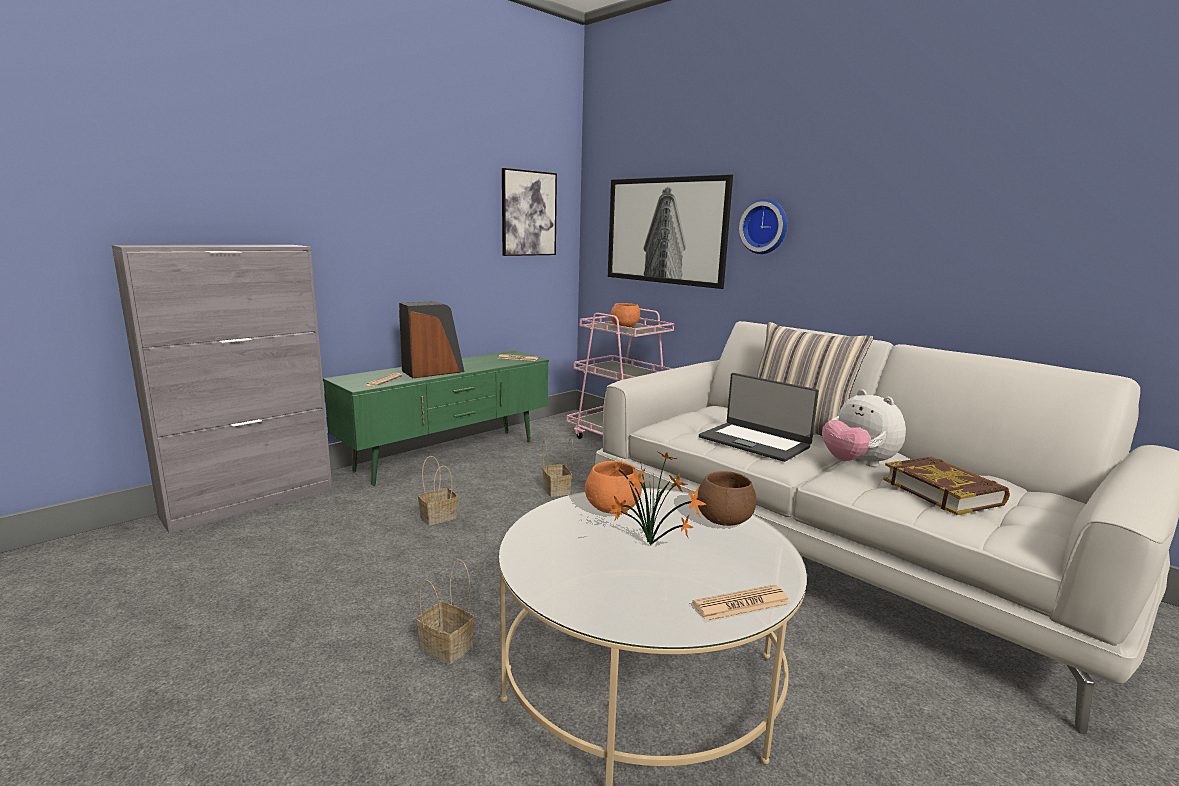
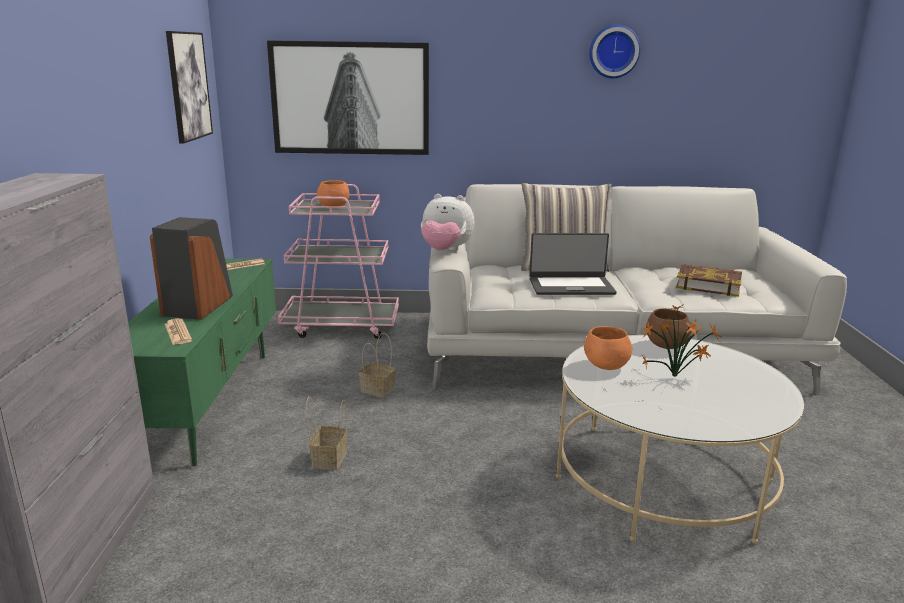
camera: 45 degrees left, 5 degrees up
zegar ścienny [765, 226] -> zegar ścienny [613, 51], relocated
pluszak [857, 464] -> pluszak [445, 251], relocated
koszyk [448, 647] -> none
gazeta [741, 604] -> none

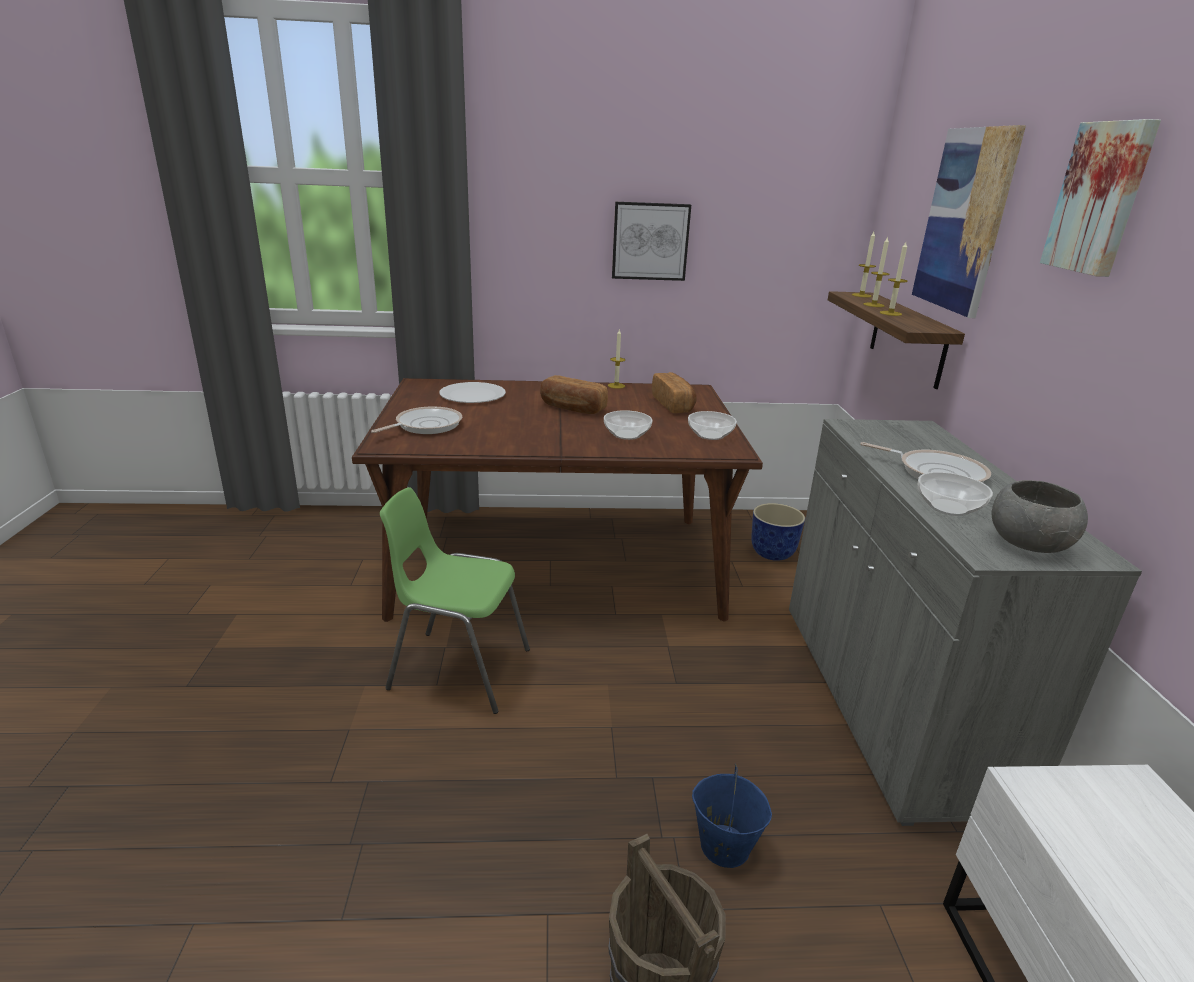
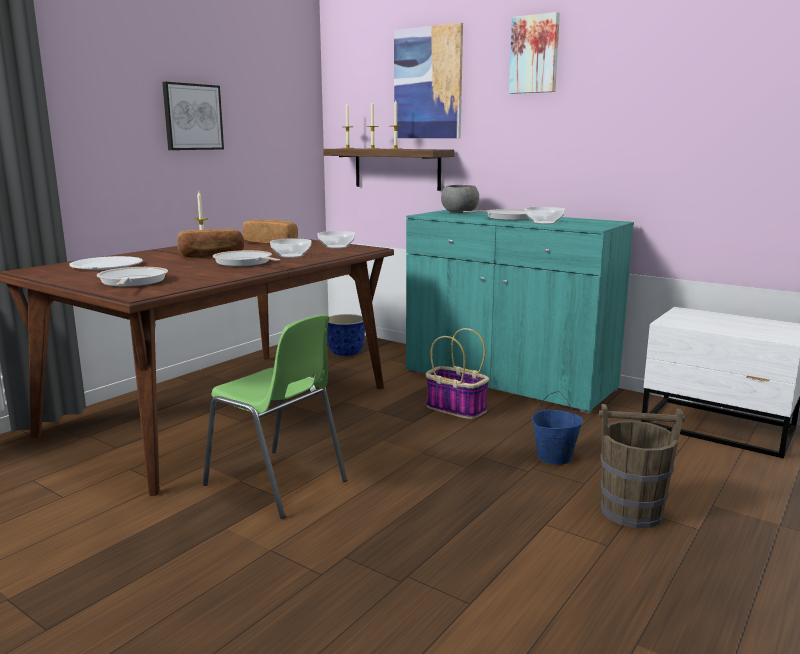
camera: 50 degrees left, 10 degrees down
szafka [szary] [888, 700] -> szafka [turkusowy] [508, 381]
miska [szary] [1028, 543] -> miska [szary] [459, 212], relocated
krzesło [zielony] [458, 669] -> krzesło [zielony] [277, 483], 105 degrees counterclockwise
none -> patelnia [244, 262]
none -> koszyk [455, 408]

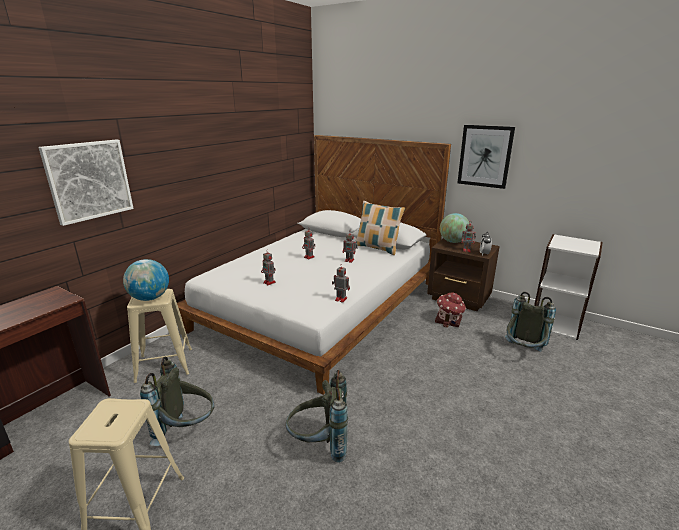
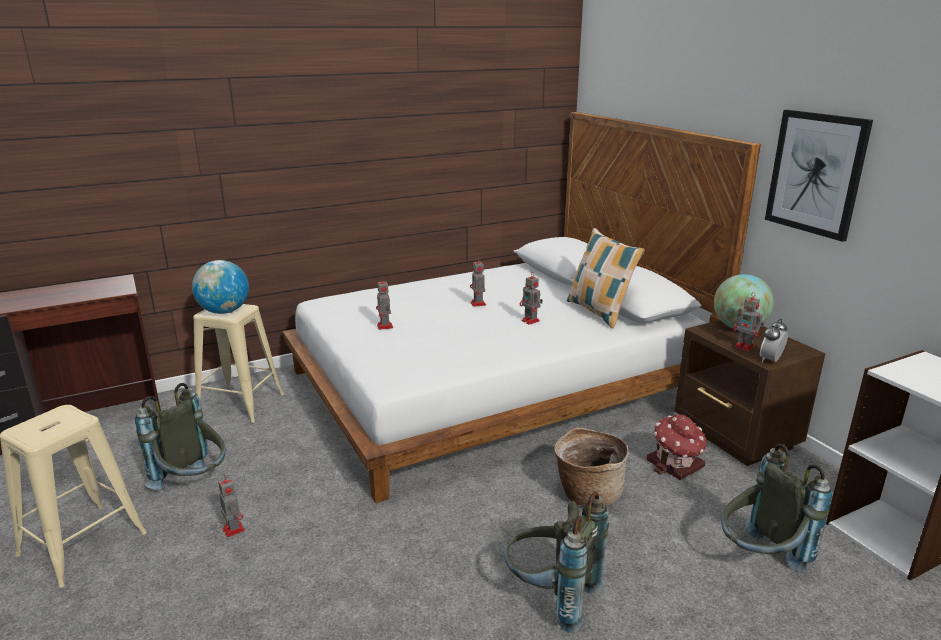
camera: 30 degrees right, 0 degrees up
obraz [89, 180] -> none
robot zabawkowy [340, 299] -> robot zabawkowy [233, 529], relocated
plecak [szary] [319, 445] -> plecak [szary] [551, 597], relocated
none -> koszyk [587, 492]

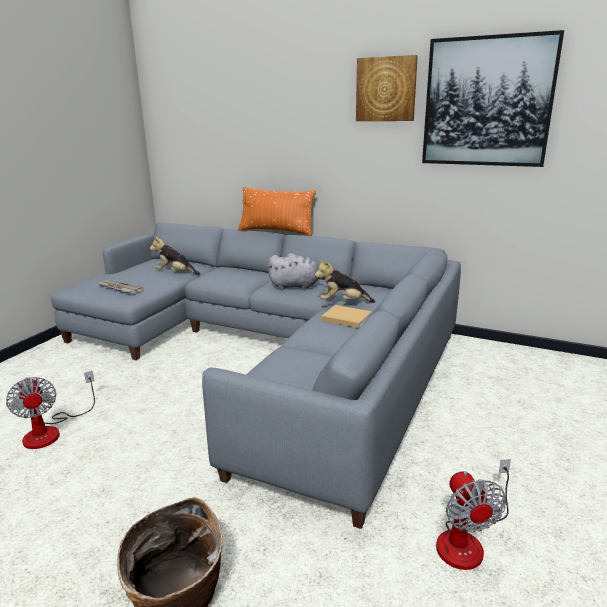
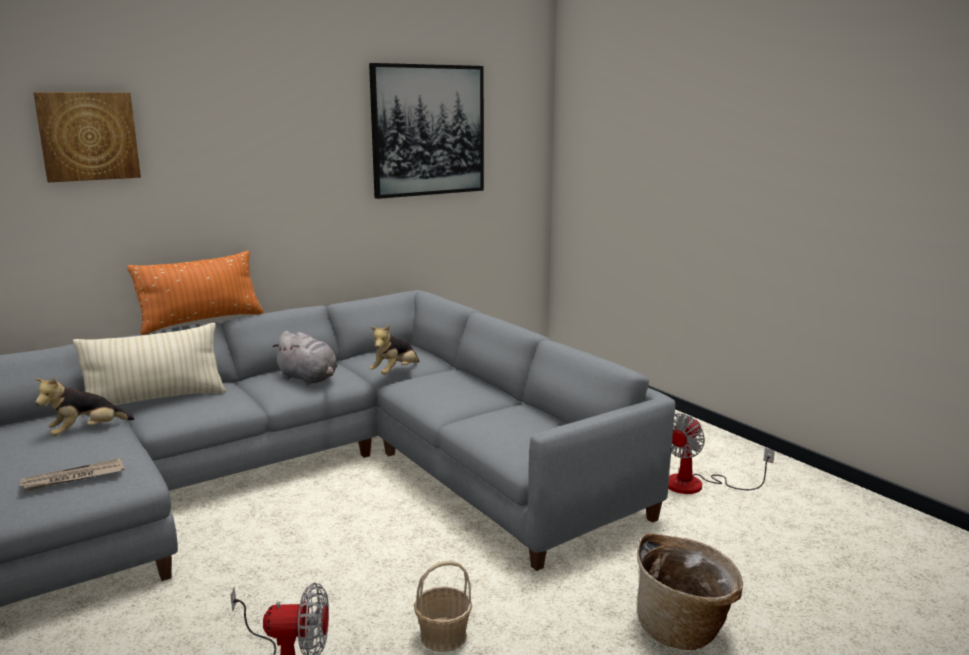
camera: 60 degrees left, 5 degrees down
obraz [386, 89] -> obraz [88, 136], relocated
pluszak [szary] [296, 286] -> pluszak [szary] [309, 379], 90 degrees clockwise
książka [beżowy] [345, 317] -> none
wentylator [468, 539] -> wentylator [697, 485], 105 degrees clockwise
none -> poduszka [beżowy] [156, 400]
none -> koszyk [443, 636]

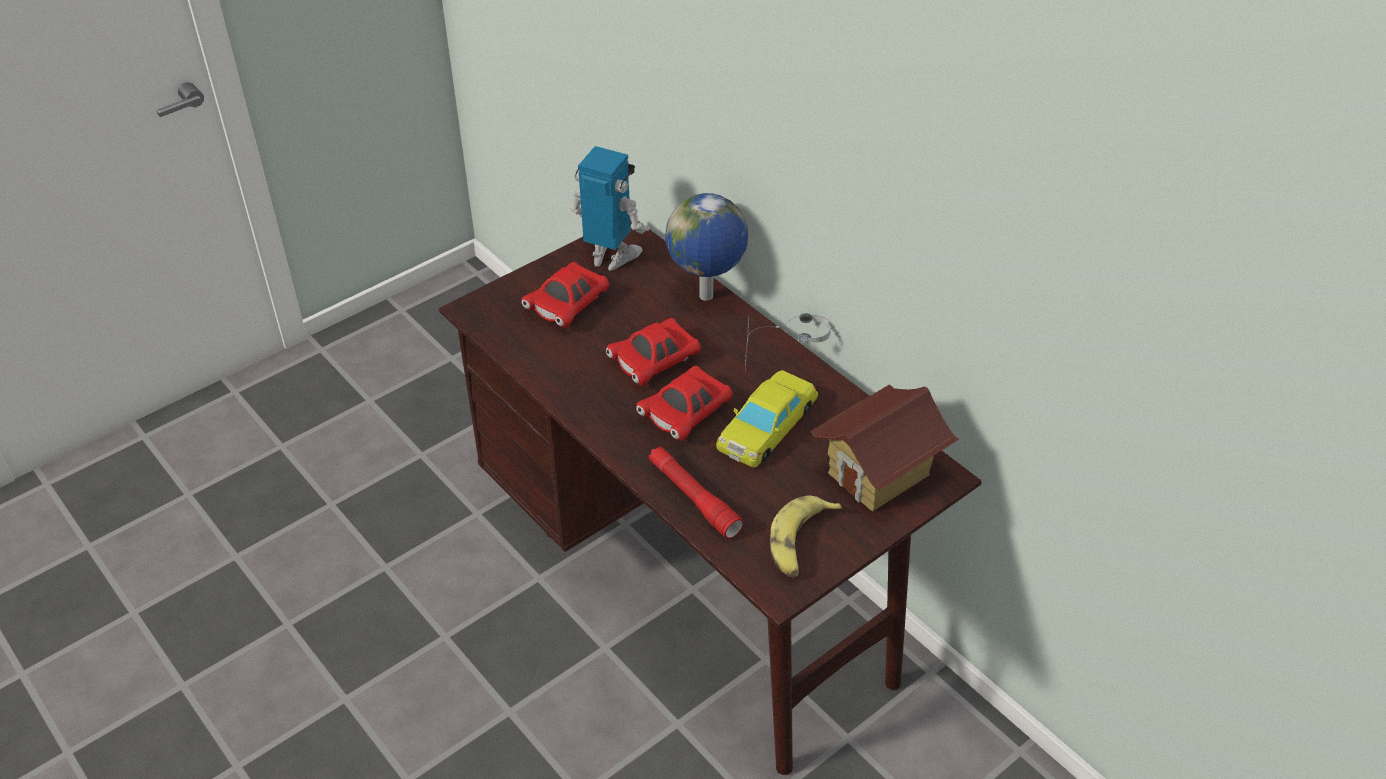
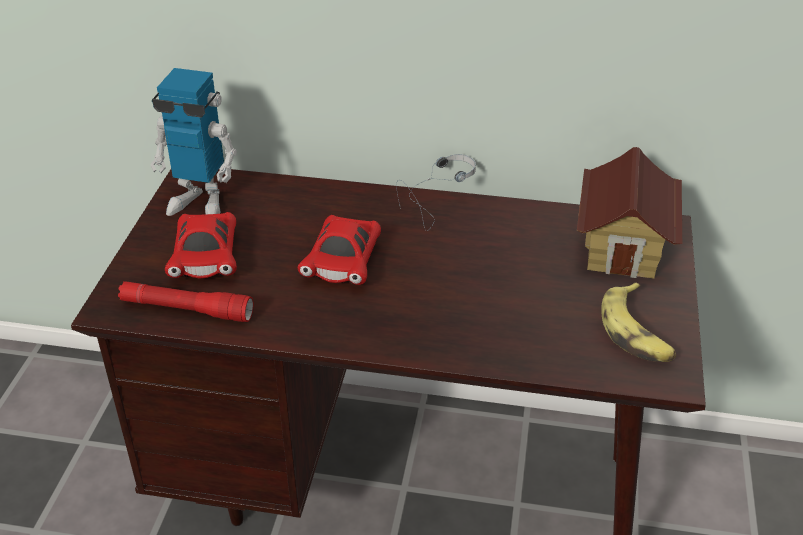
camera: 40 degrees left, 5 degrees down
robot zabawkowy [611, 257] -> robot zabawkowy [200, 202], 150 degrees counterclockwise
globus [707, 297] -> none
samochodzik [czerwony] [685, 414] -> none
samochodzik [żółty] [766, 425] -> none
latarka [czerwony] [693, 498] -> latarka [czerwony] [186, 309], relocated

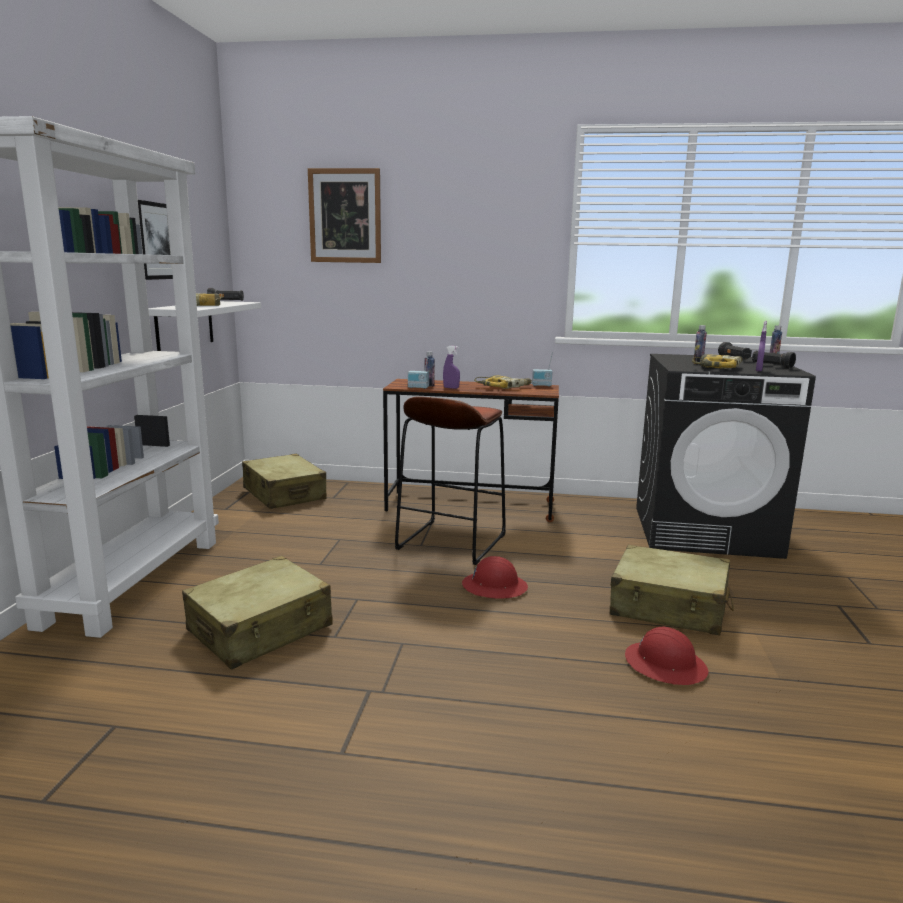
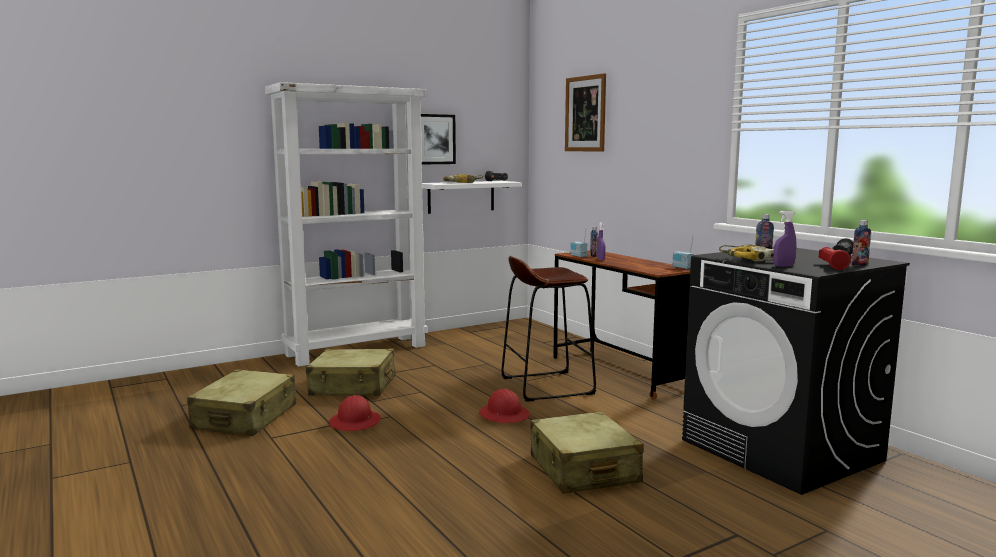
camera: 50 degrees right, 5 degrees down
latarka [czarny] [771, 366] -> latarka [czerwony] [832, 266]
wiertarka [503, 387] -> none
walizka [beżowy] [284, 494] -> walizka [beżowy] [245, 417], relocated
kask [czerwony] [665, 665] -> kask [czerwony] [355, 422], relocated

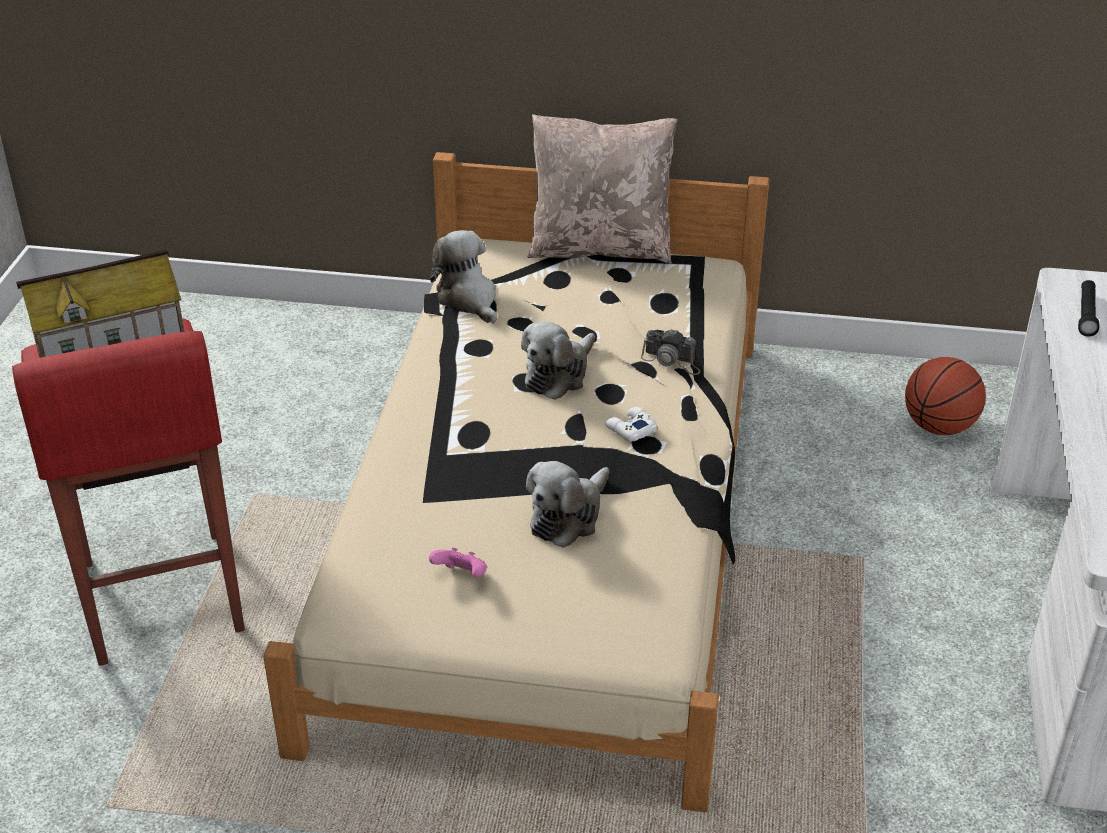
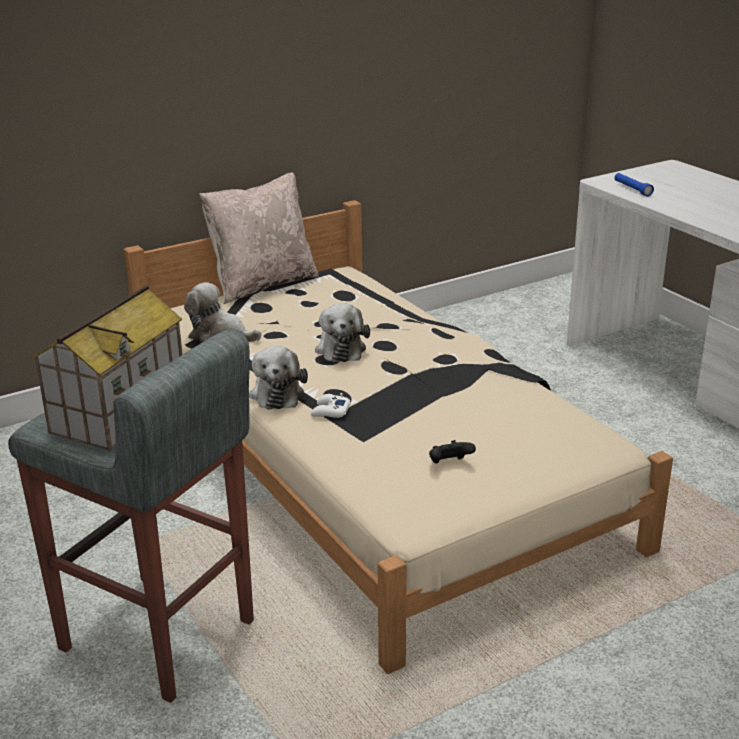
camera: 40 degrees left, 10 degrees down
latarka [czarny] [1086, 314] -> latarka [niebieski] [632, 189]
stołek [czerwony] [159, 598] -> stołek [szary] [158, 637]
aparat fotograficzny [672, 361] -> none
piłka do koszykówki [939, 426] -> none
pad do gier [biały] [630, 429] -> pad do gier [biały] [330, 411], relocated
pluszak [568, 516] -> pluszak [277, 393], relocated
pad do gier [różowy] [461, 576] -> pad do gier [czarny] [449, 464]

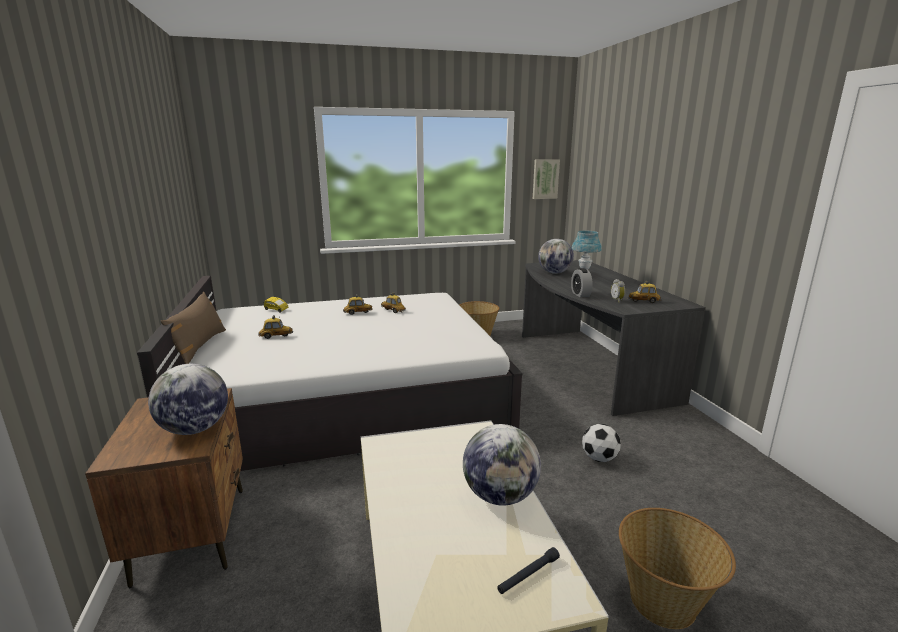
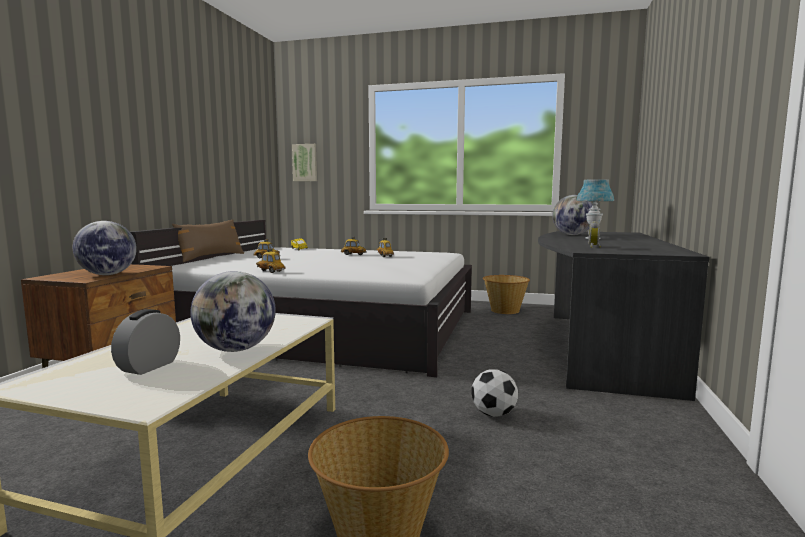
camera: 30 degrees right, 10 degrees down
obraz [545, 179] -> obraz [305, 162], relocated
budzik [580, 294] -> budzik [149, 366], relocated
samochodzik [643, 301] -> samochodzik [270, 271], relocated
latarka [czarny] [528, 575] -> none

